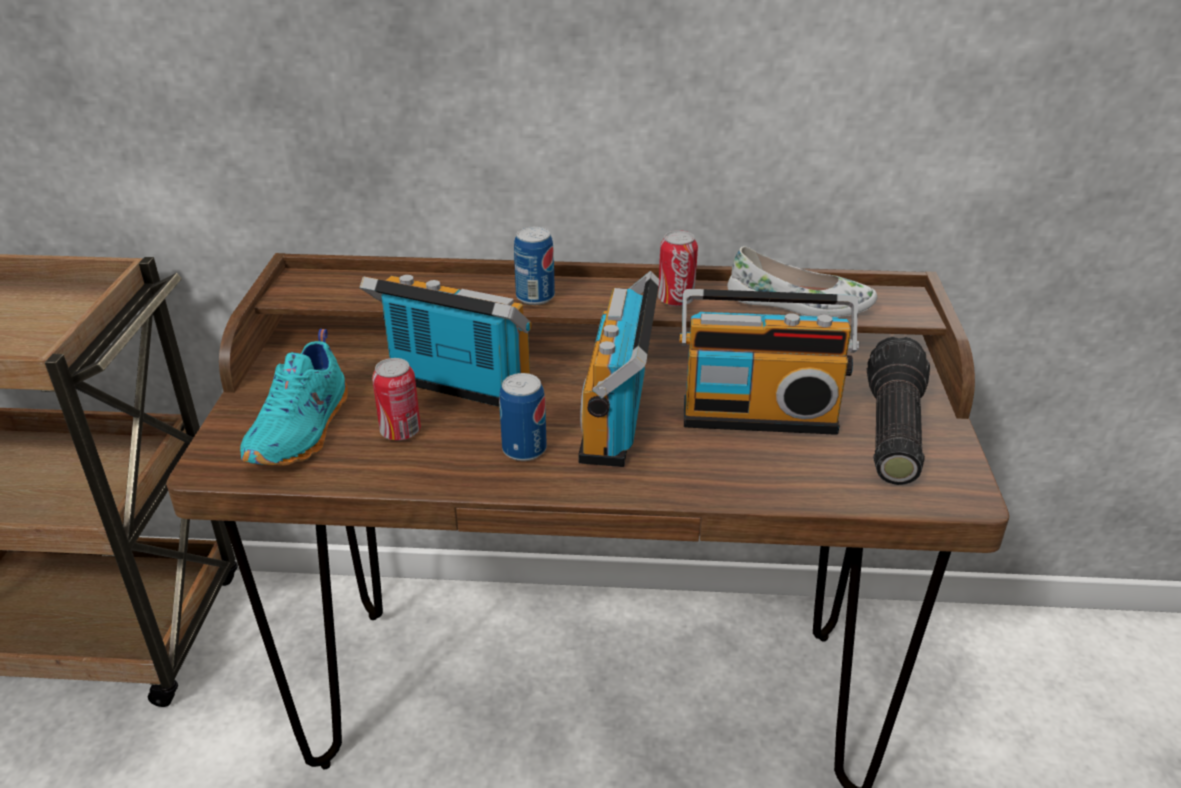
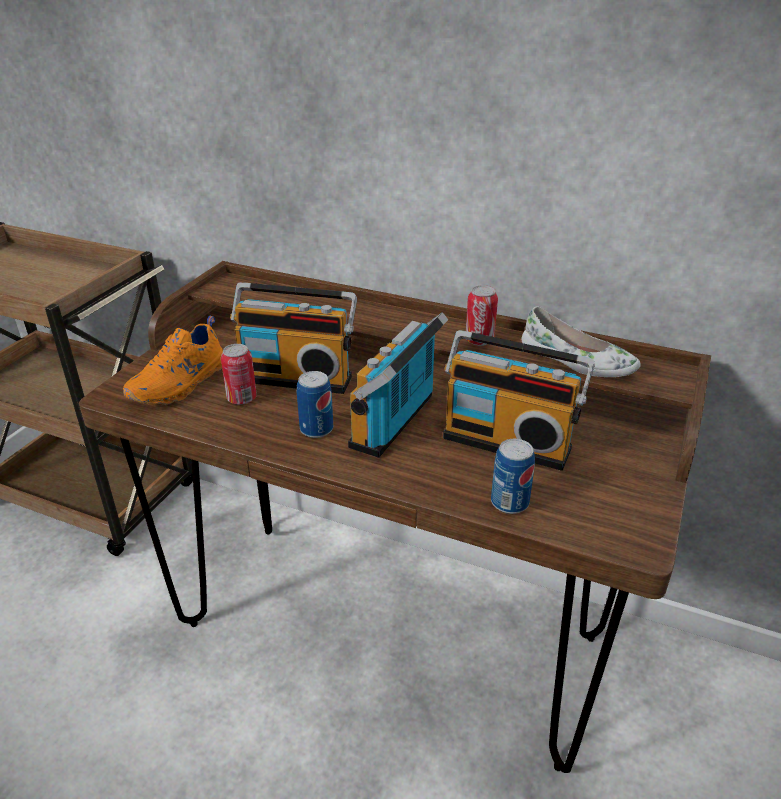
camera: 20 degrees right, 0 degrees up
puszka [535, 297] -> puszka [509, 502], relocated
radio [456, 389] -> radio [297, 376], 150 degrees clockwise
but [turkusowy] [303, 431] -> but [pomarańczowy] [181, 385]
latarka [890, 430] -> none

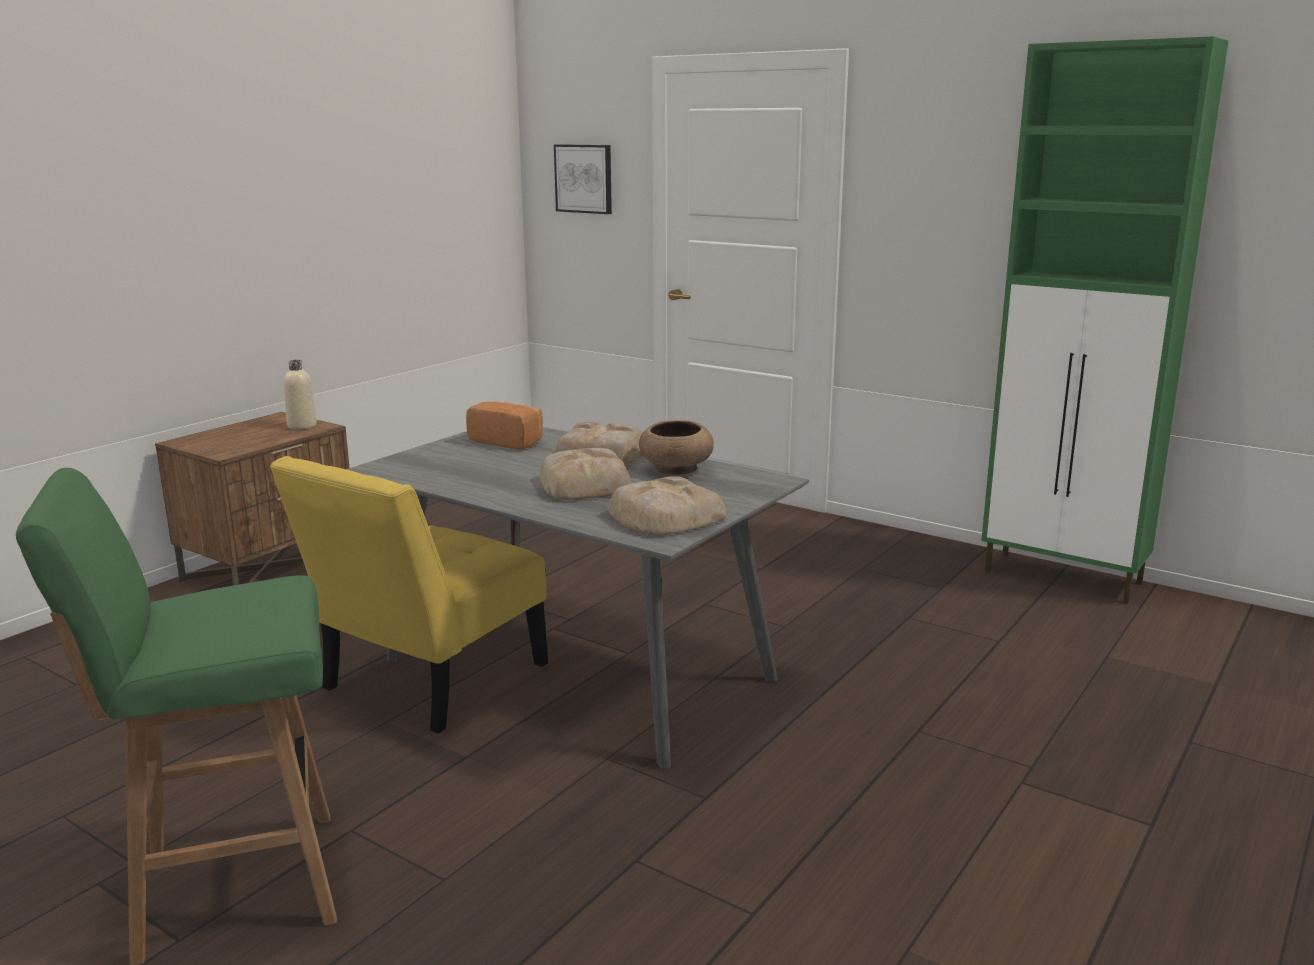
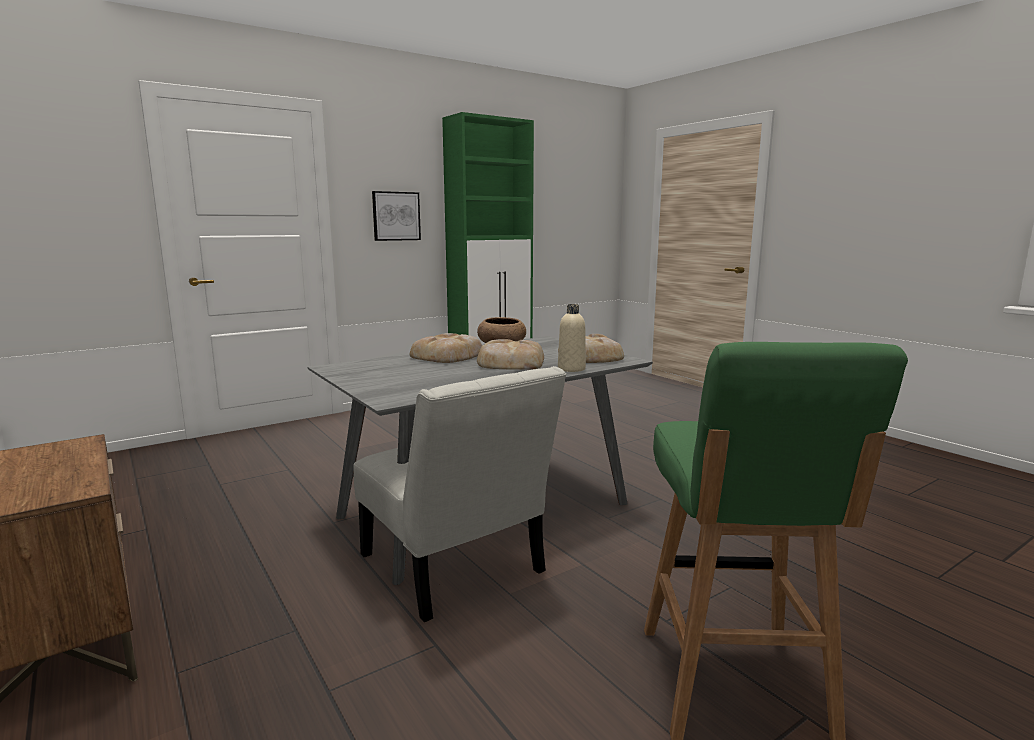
camera: 70 degrees left, 5 degrees down
obraz [584, 178] -> obraz [396, 216], relocated
butelka [beżowy] [302, 426] -> butelka [beżowy] [571, 369], relocated
chleb [508, 441] -> none
krzesło [żółty] [427, 682] -> krzesło [biały] [456, 569]

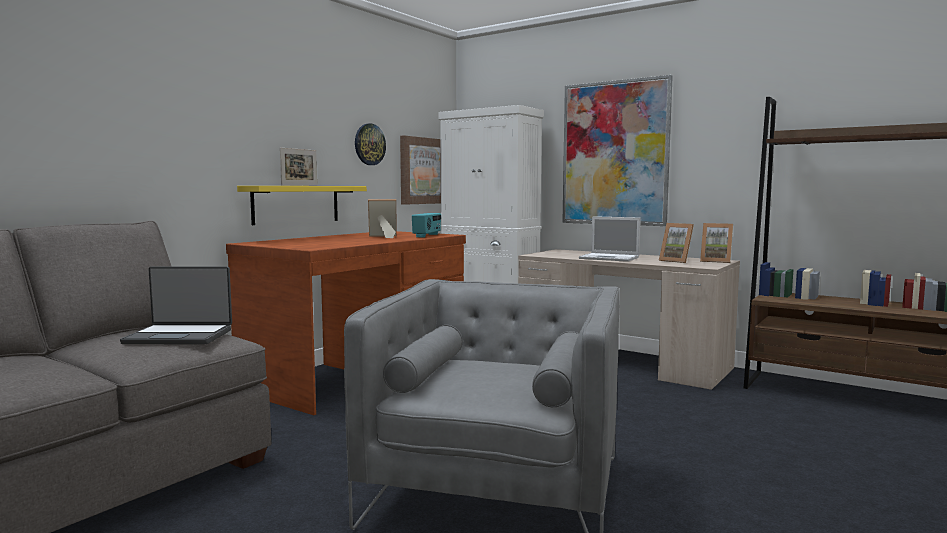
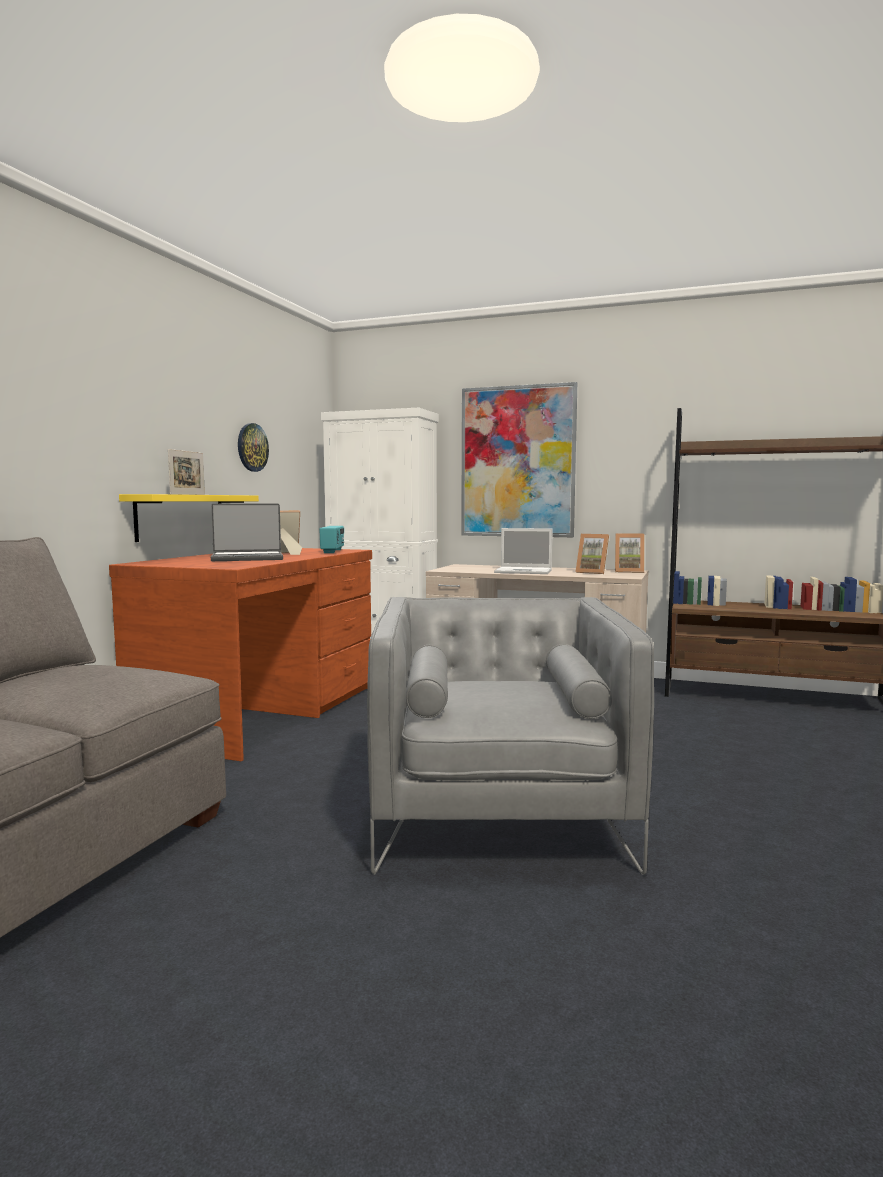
camera: 15 degrees left, 0 degrees up
obraz [422, 171] -> none
laptop [180, 336] -> laptop [247, 558], relocated

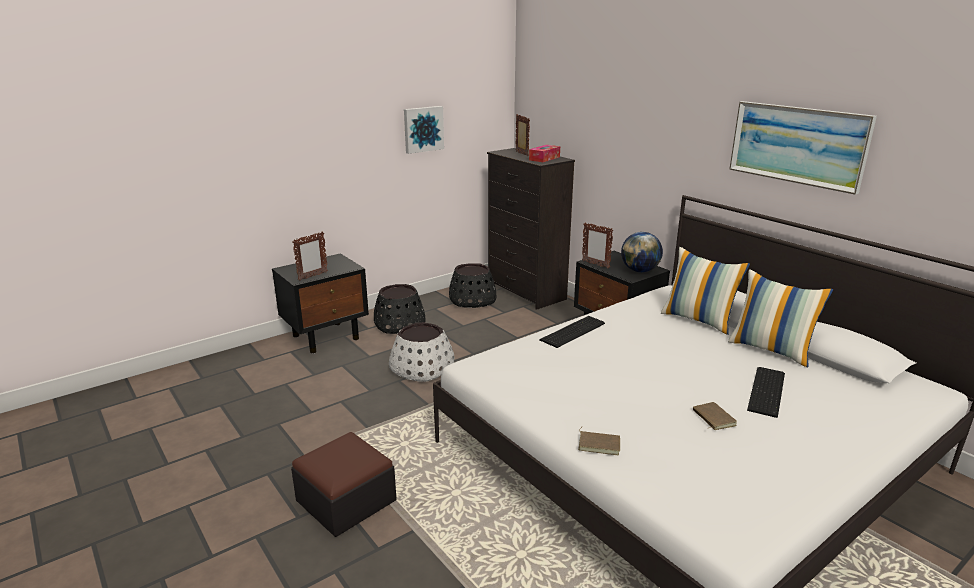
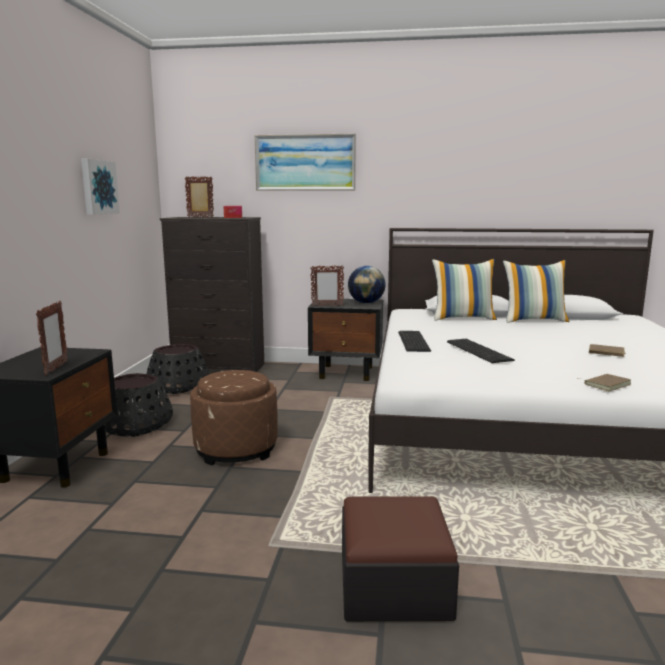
camera: 45 degrees left, 10 degrees down
obraz [797, 144] -> obraz [305, 162], relocated
donica [biały] [422, 369] -> pufa [brązowy] [236, 449]
klawiatura [768, 391] -> klawiatura [479, 350], relocated

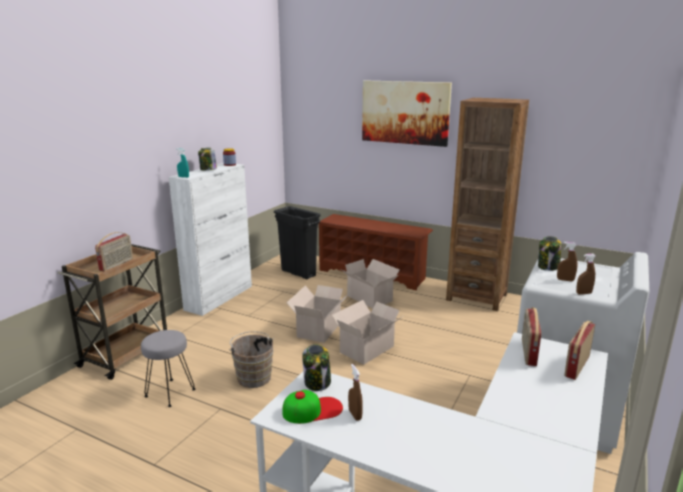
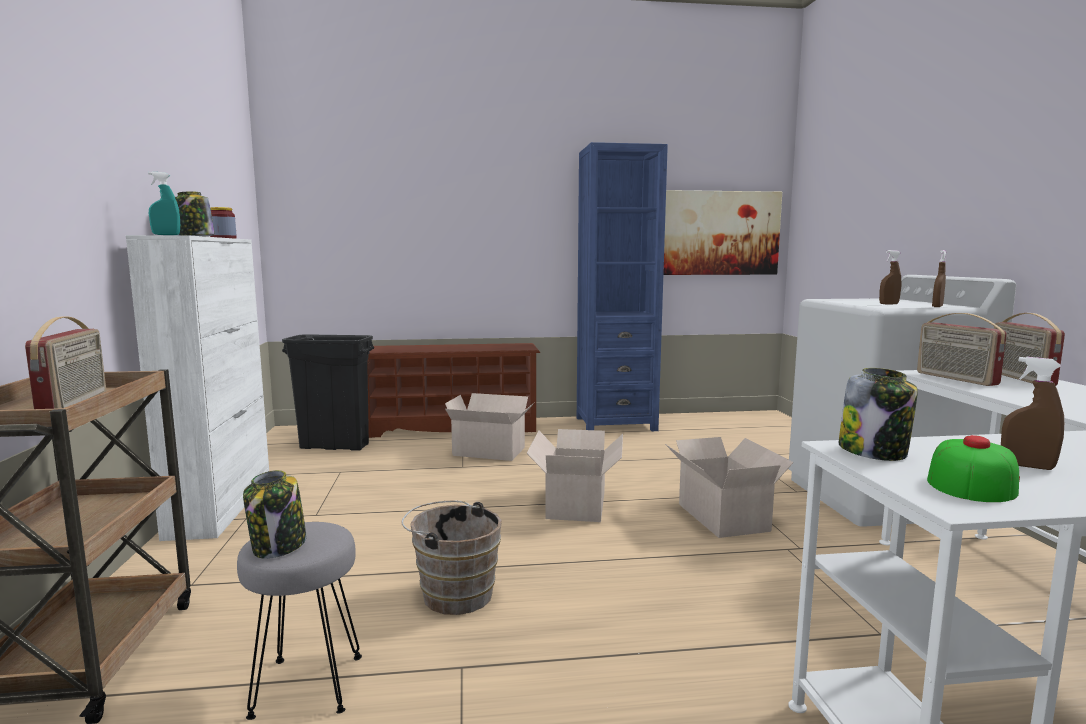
camera: 35 degrees left, 10 degrees down
obraz [405, 112] -> obraz [718, 233], relocated
regał [brązowy] [476, 297] -> regał [niebieski] [615, 424]
słoik [548, 267] -> słoik [279, 546], relocated
karton [320, 329] -> karton [722, 516], relocated

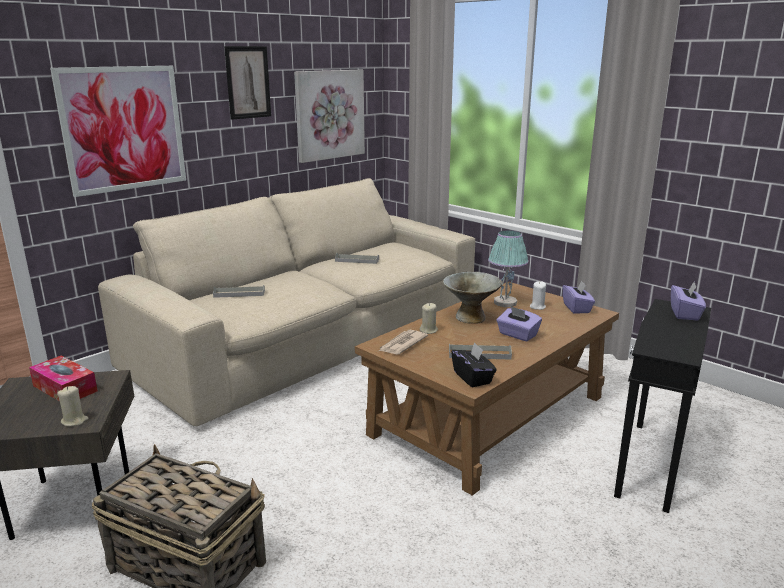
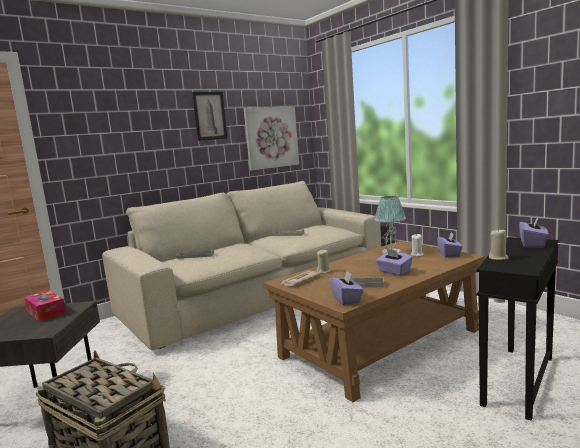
camera: 10 degrees right, 10 degrees down
obraz [123, 129] -> none
miska [szary] [470, 317] -> none
pudełko chusteczek [czarny] [472, 378] -> pudełko chusteczek [fioletowy] [347, 299]
świeca [beżowy] [74, 421] -> świeca [beżowy] [498, 258], relocated

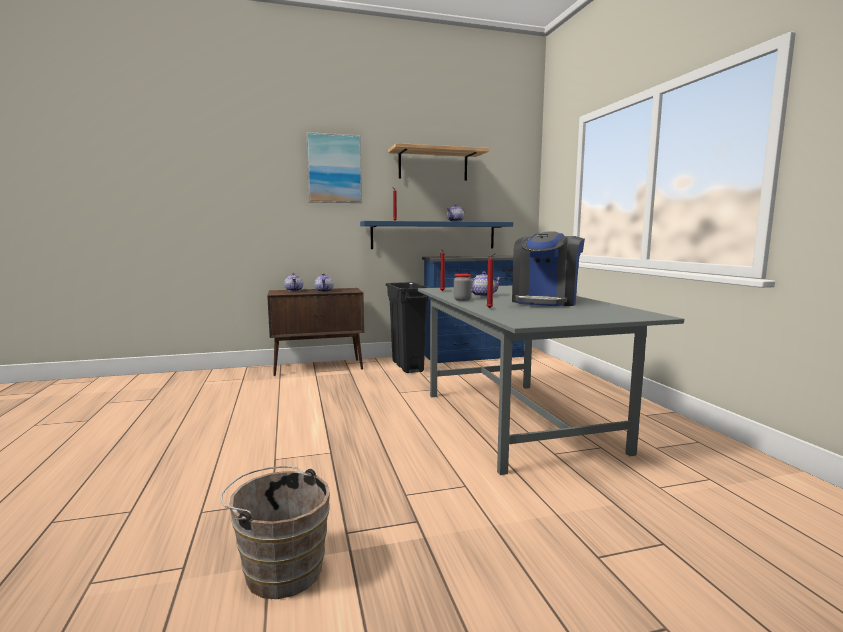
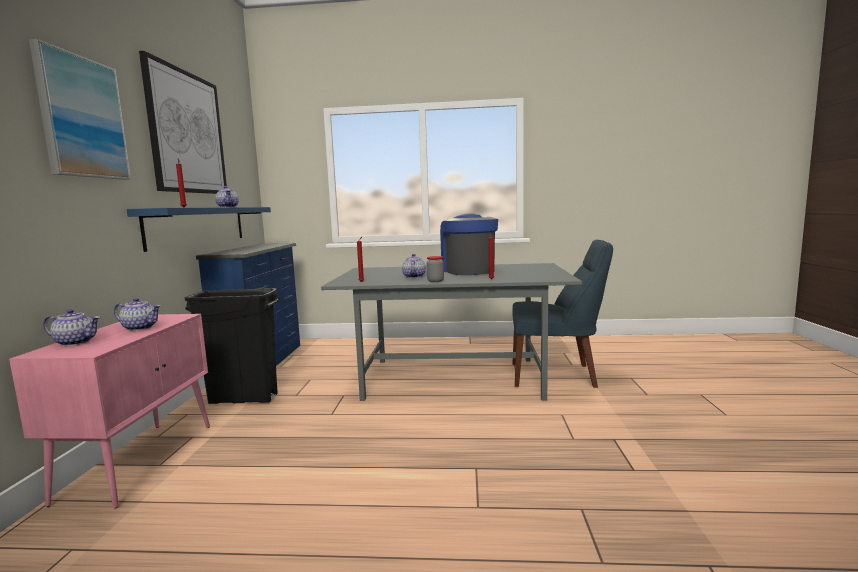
camera: 70 degrees left, 0 degrees up
półka [433, 165] -> obraz [187, 133]
ekspres do kawy [545, 301] -> ekspres do kawy [468, 270], 150 degrees counterclockwise
szafka [brązowy] [319, 367] -> szafka [różowy] [141, 460]
wiadro [brązowy] [280, 569] -> none
none -> krzesło [niebieski] [557, 375]

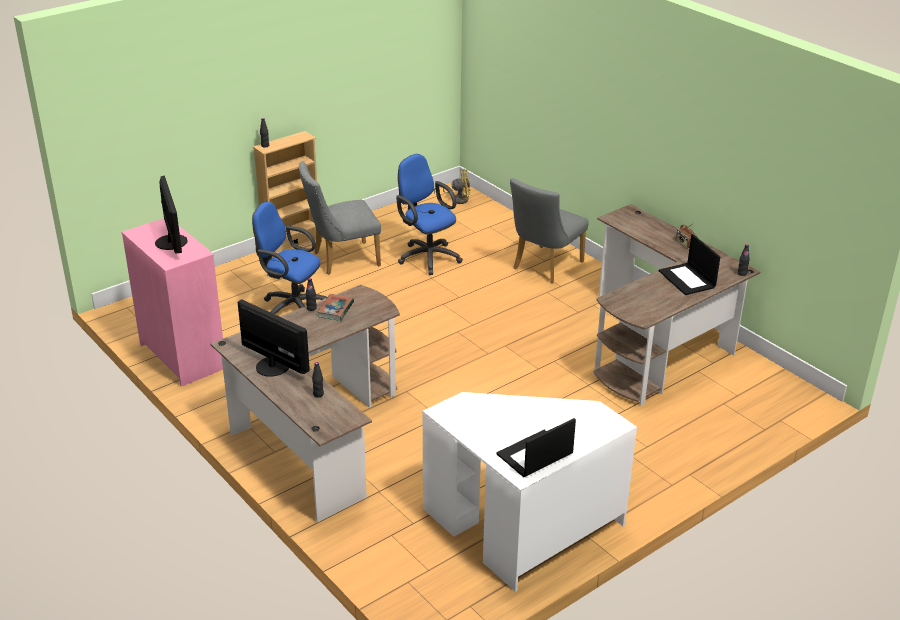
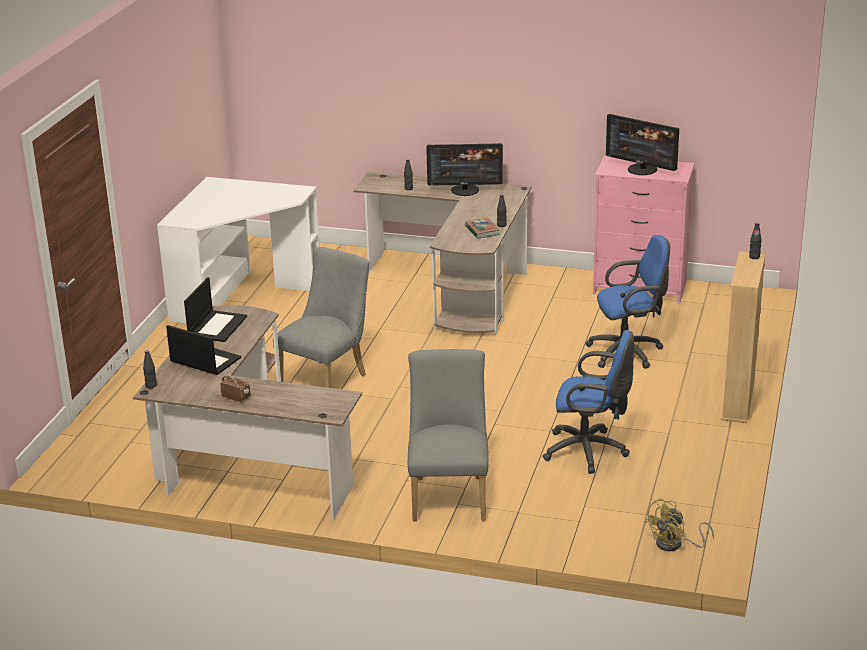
camera: 145 degrees right, 5 degrees down
krzesło [szary] [341, 259] -> krzesło [szary] [328, 379], relocated
laptop [534, 455] -> laptop [217, 326], relocated

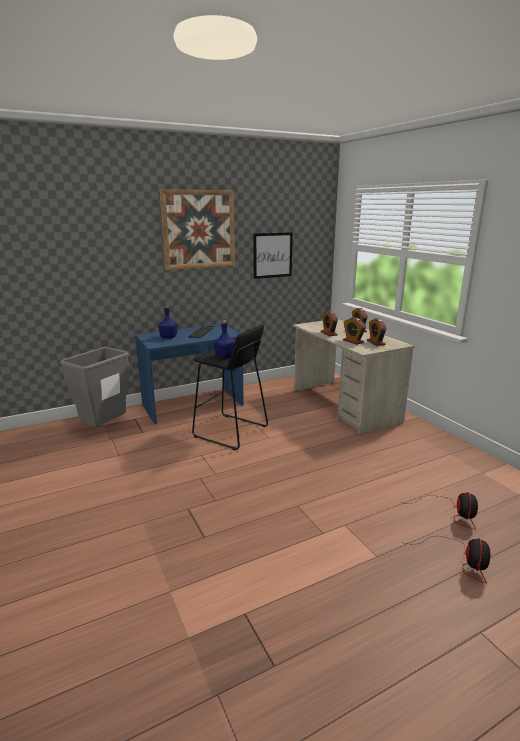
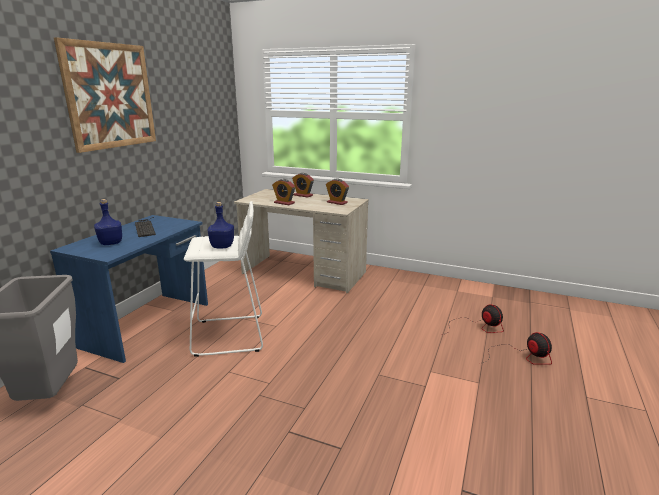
camera: 40 degrees left, 0 degrees up
obraz [272, 255] -> none
budzik [353, 341] -> none
stołek [czarny] [230, 432] -> stołek [biały] [229, 335]

